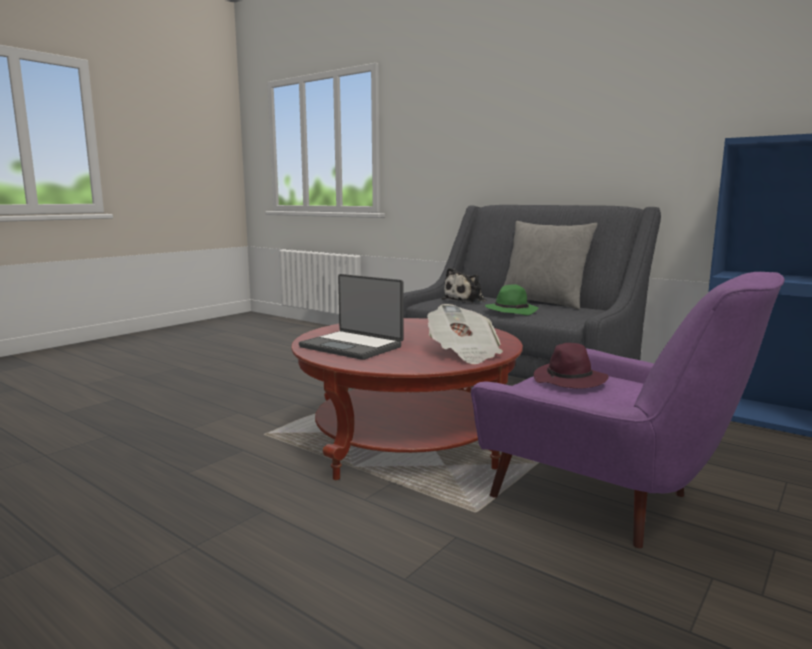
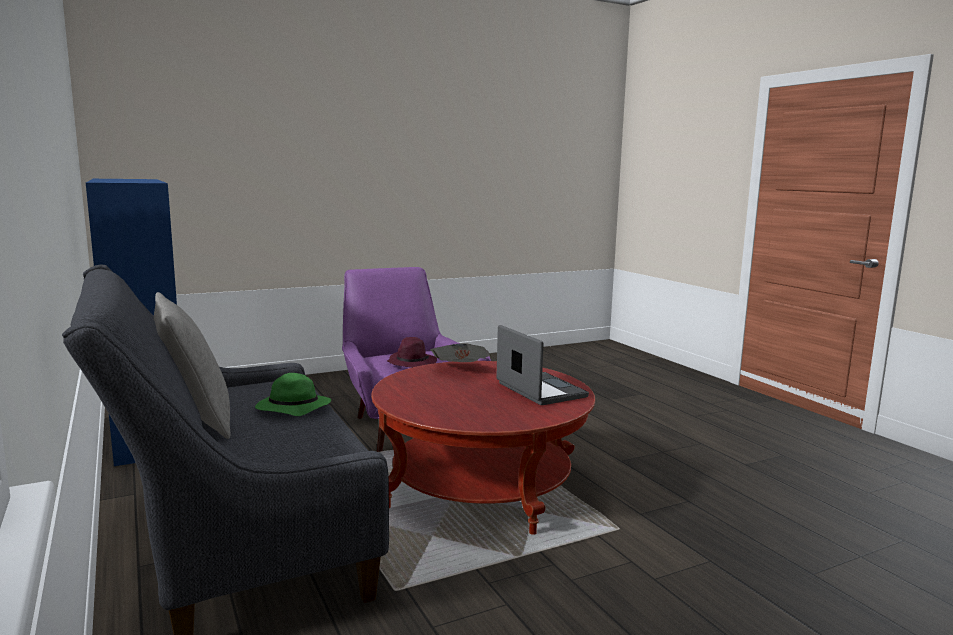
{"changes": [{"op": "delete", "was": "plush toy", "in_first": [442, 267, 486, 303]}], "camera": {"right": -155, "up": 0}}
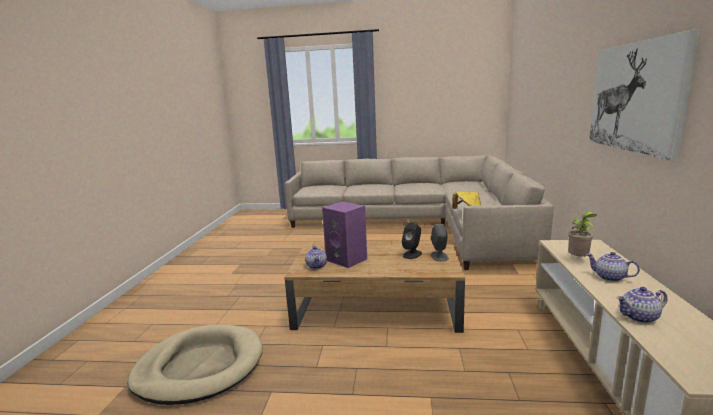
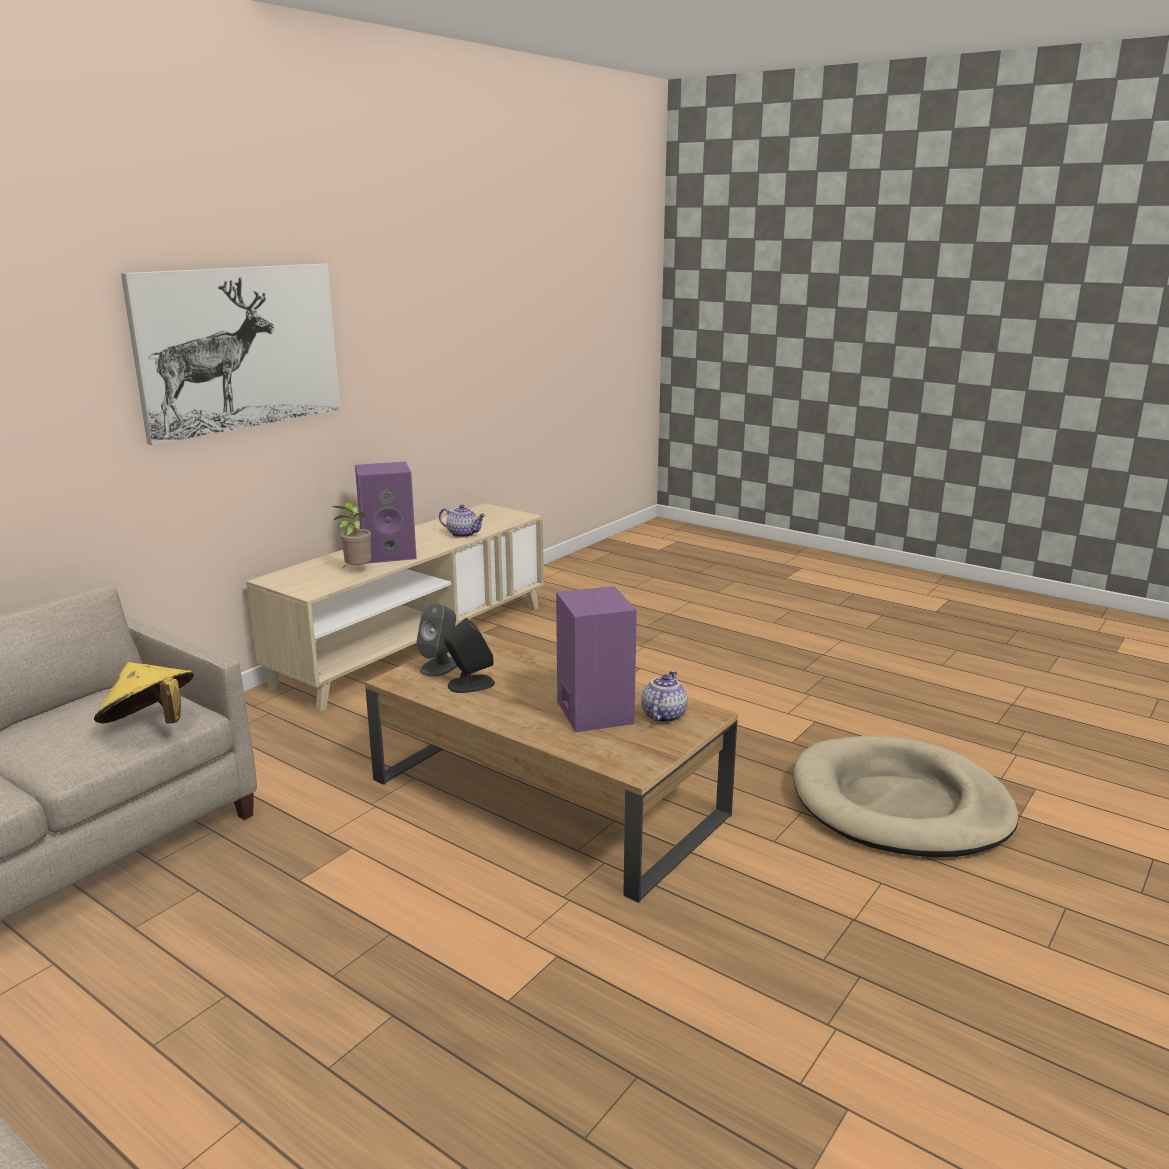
{"changes": [{"op": "replace", "was": "teapot", "now": "purplish loudspeaker", "in_first": [586, 252, 640, 282], "in_second": [355, 461, 417, 564]}], "camera": {"right": -150, "up": 5}}
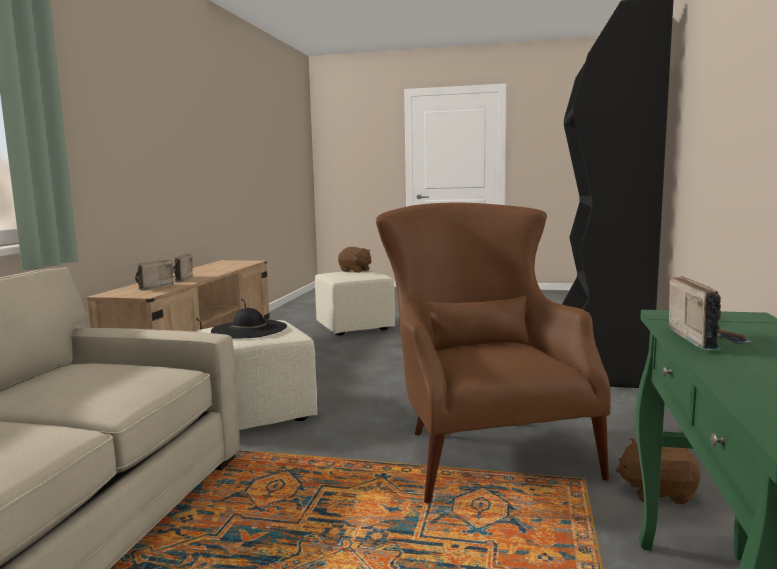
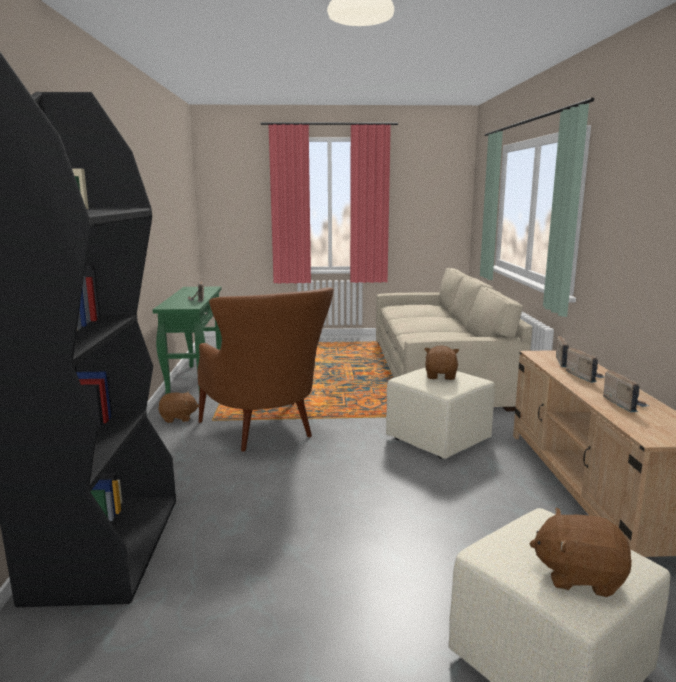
{"changes": [{"op": "replace", "was": "black hat", "now": "brown plush toy", "in_first": [211, 308, 287, 338], "in_second": [424, 345, 459, 380]}, {"op": "insert", "now": "radio set", "in_second": [603, 370, 650, 412]}], "camera": {"right": 165, "up": 5}}
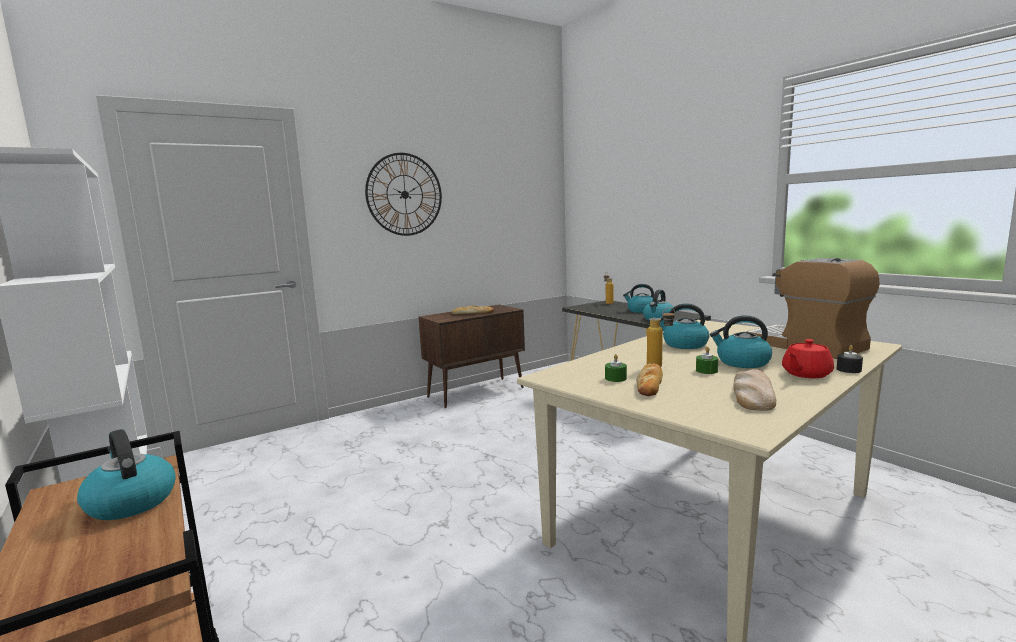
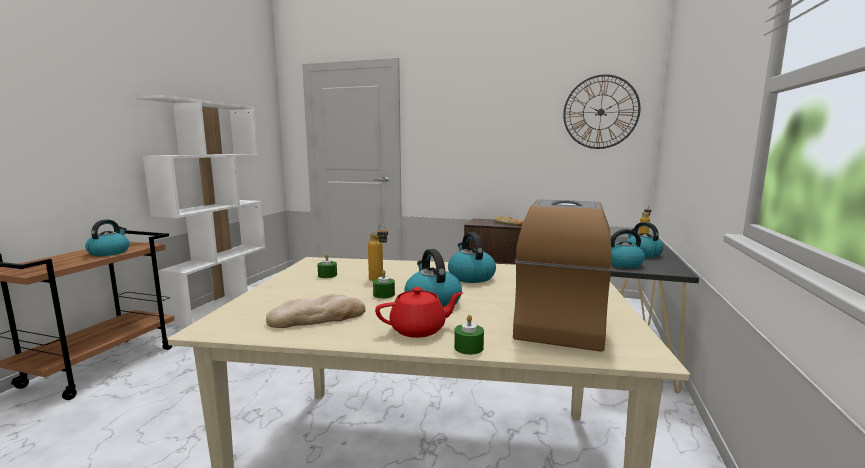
{"changes": [{"op": "move", "was": "hanging clock", "in_first": [365, 153, 442, 236], "in_second": [563, 74, 640, 149]}, {"op": "delete", "was": "baked bread", "in_first": [636, 363, 663, 396]}, {"op": "rotate", "was": "red-coloured teapot", "in_first": [782, 339, 834, 378], "in_second": [375, 287, 463, 338], "clockwise": 150}, {"op": "recolor", "was": "black candle", "now": "green-coloured candle", "in_first": [836, 345, 863, 373], "in_second": [454, 315, 484, 355]}], "camera": {"right": 50, "up": 0}}
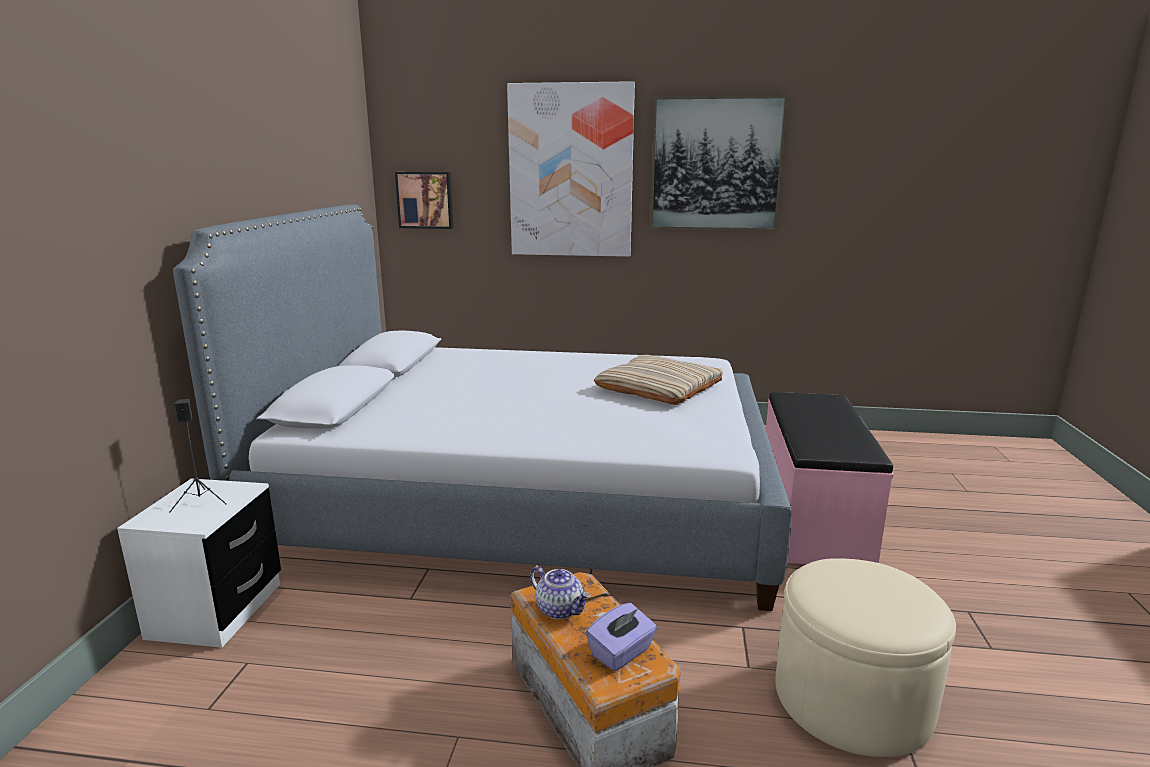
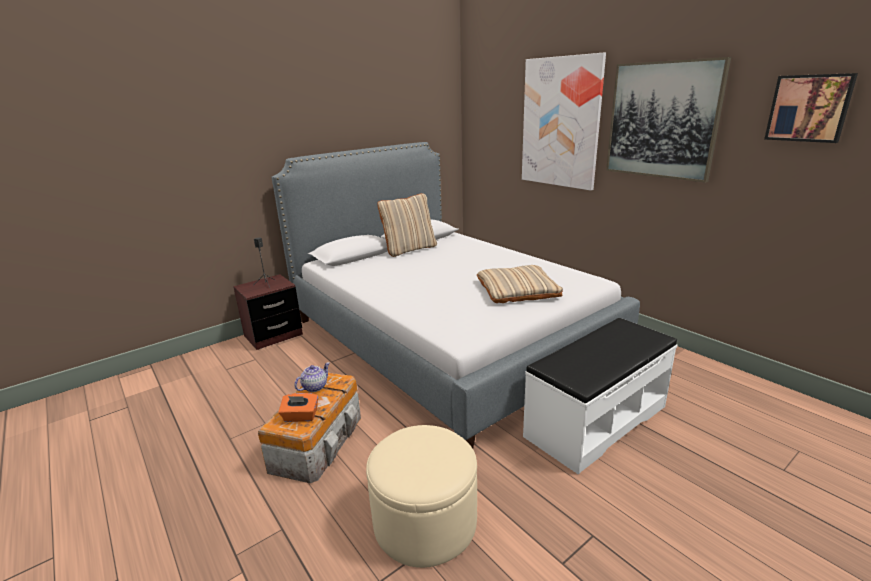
{"changes": [{"op": "recolor", "was": "whitish night table", "now": "brown night table", "in_first": [117, 478, 281, 648], "in_second": [233, 274, 303, 350]}, {"op": "move", "was": "picture", "in_first": [395, 172, 453, 229], "in_second": [764, 73, 858, 143]}, {"op": "rotate", "was": "teapot", "in_first": [530, 566, 590, 619], "in_second": [294, 362, 330, 392], "clockwise": -135}, {"op": "recolor", "was": "purplish tissue holder", "now": "orange tissue holder", "in_first": [586, 603, 657, 671], "in_second": [279, 393, 318, 422]}, {"op": "recolor", "was": "pinkish bench", "now": "whitish bench", "in_first": [766, 392, 894, 564], "in_second": [523, 318, 677, 474]}, {"op": "insert", "now": "sand-coloured pillow", "in_second": [377, 193, 437, 257]}], "camera": {"right": 45, "up": 5}}
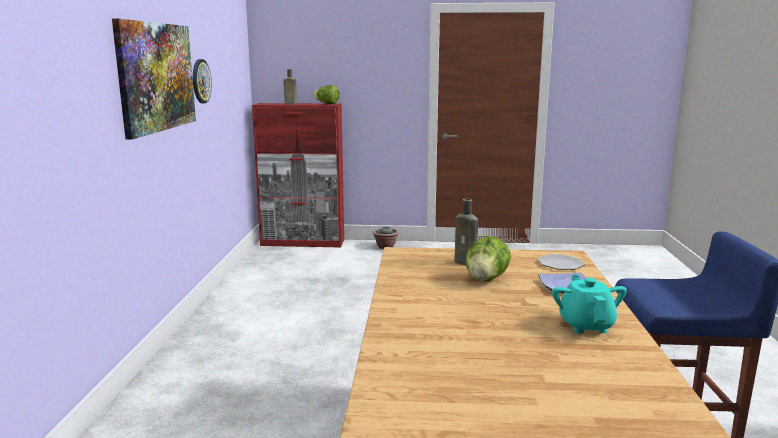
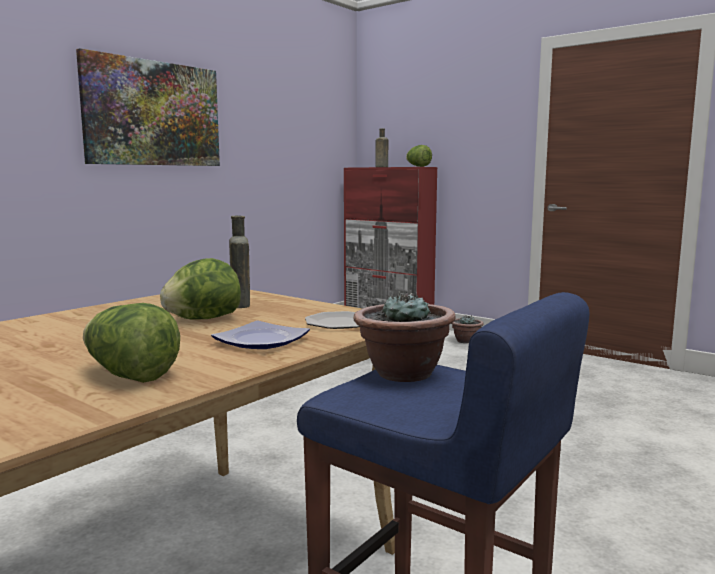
{"changes": [{"op": "delete", "was": "hanging clock", "in_first": [193, 59, 212, 103]}, {"op": "replace", "was": "turquoise teapot", "now": "lettuce", "in_first": [552, 274, 627, 334], "in_second": [83, 303, 180, 383]}, {"op": "insert", "now": "potted plant", "in_second": [353, 291, 456, 382]}], "camera": {"right": 35, "up": -5}}
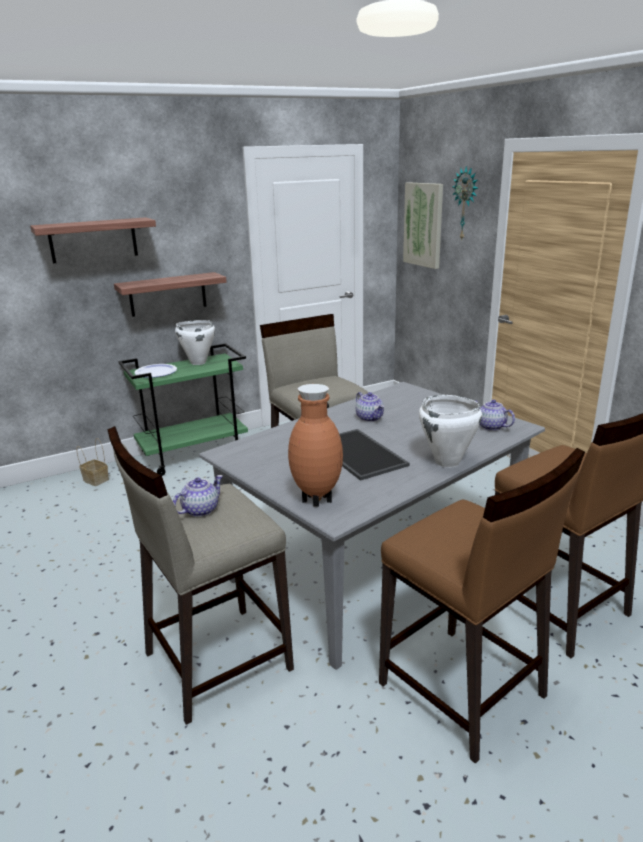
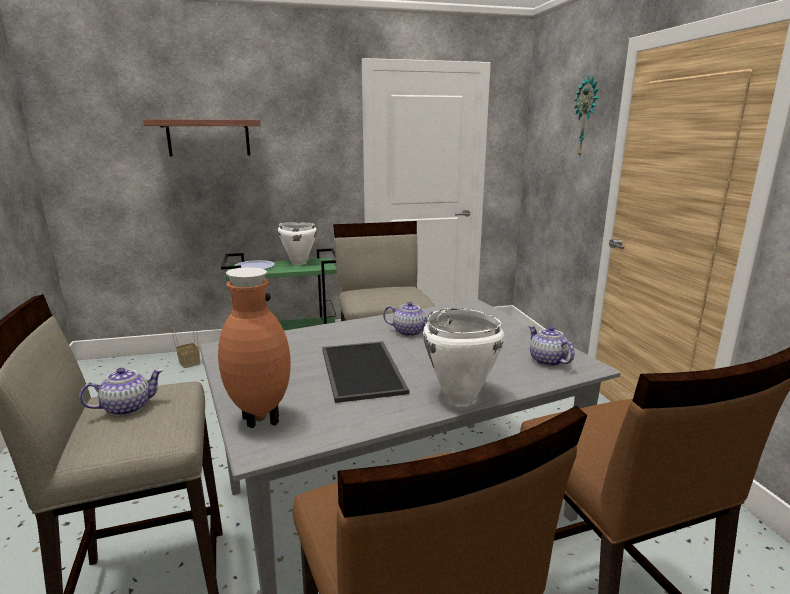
{"changes": [{"op": "delete", "was": "bracket shelf", "in_first": [114, 272, 227, 317]}, {"op": "rotate", "was": "teapot", "in_first": [356, 392, 384, 422], "in_second": [383, 302, 435, 336], "clockwise": -60}, {"op": "delete", "was": "picture", "in_first": [403, 182, 443, 269]}], "camera": {"right": 15, "up": -5}}
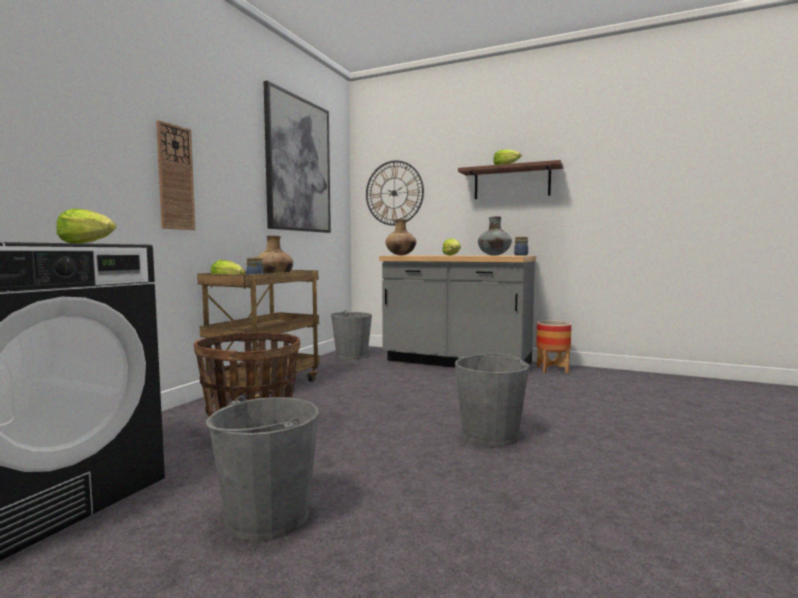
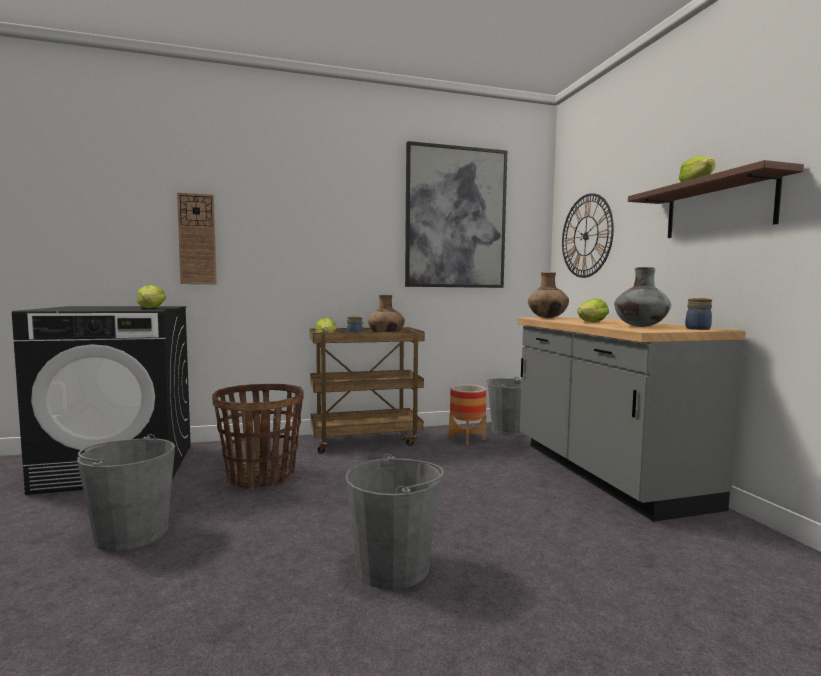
{"changes": [{"op": "move", "was": "hanging clock", "in_first": [156, 120, 195, 230], "in_second": [177, 193, 217, 284]}, {"op": "move", "was": "plant pot", "in_first": [536, 320, 572, 373], "in_second": [449, 385, 486, 445]}], "camera": {"right": 50, "up": 0}}
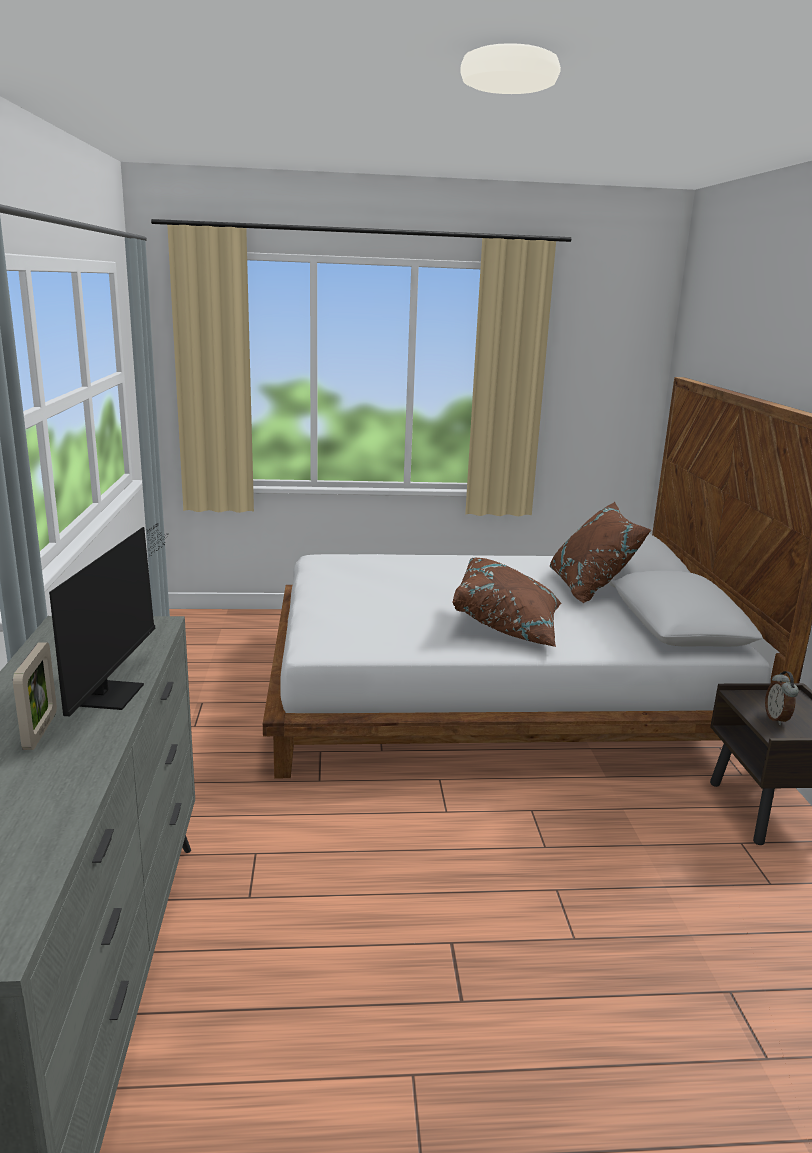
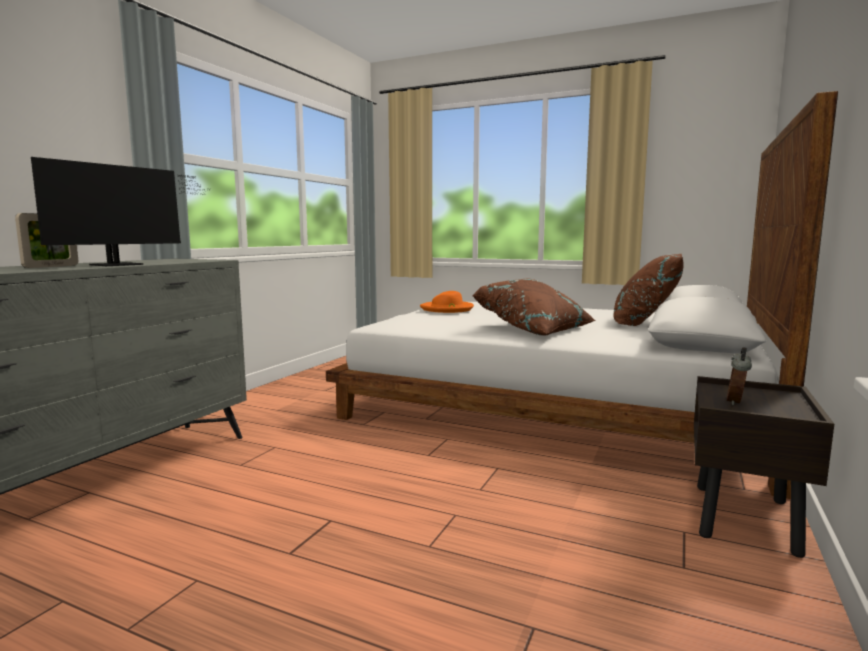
{"changes": [{"op": "insert", "now": "orange hat", "in_second": [420, 291, 474, 313]}], "camera": {"right": 30, "up": -10}}
